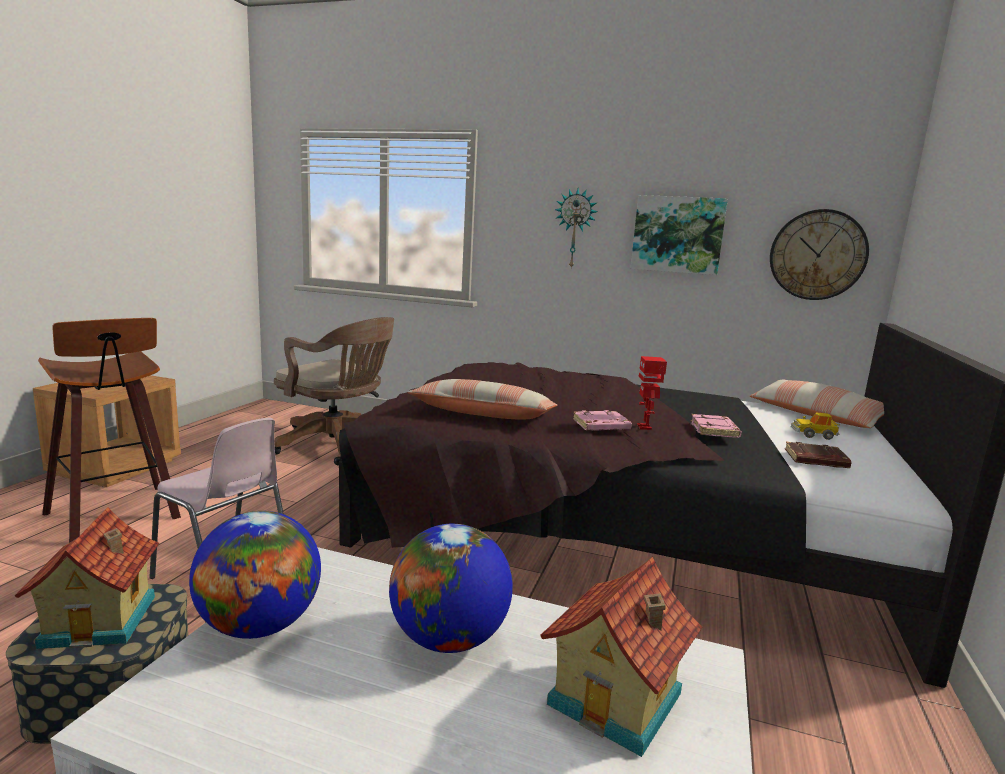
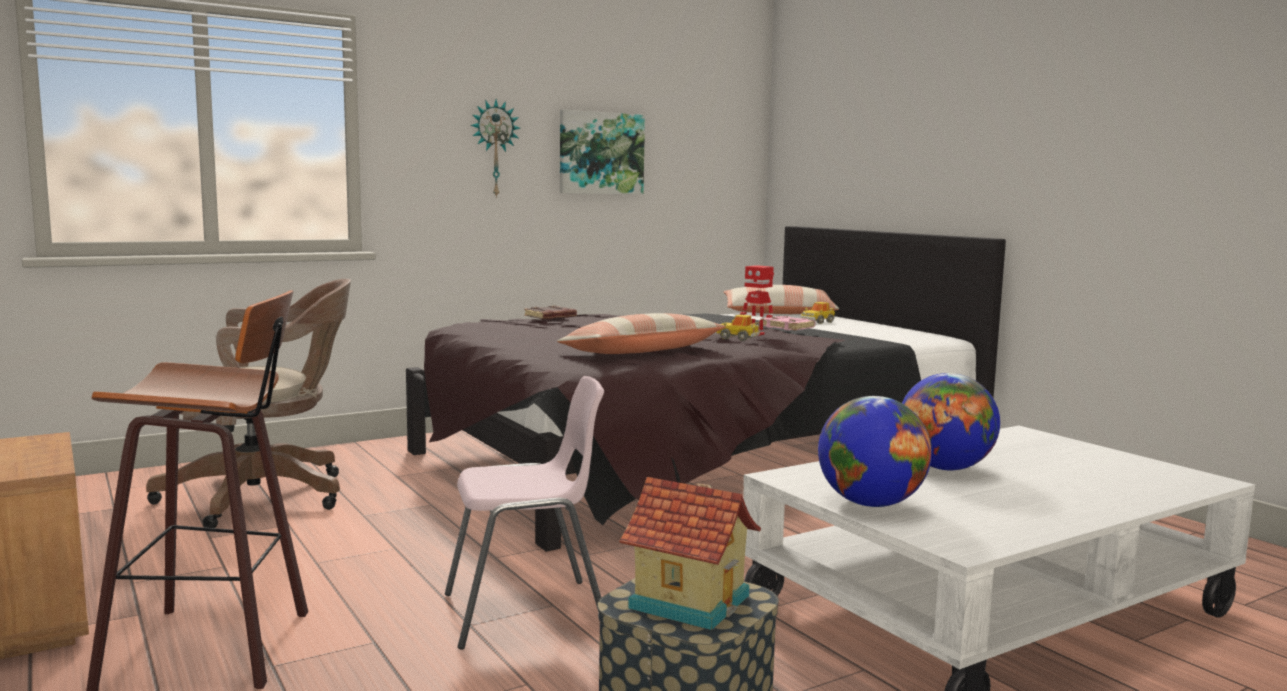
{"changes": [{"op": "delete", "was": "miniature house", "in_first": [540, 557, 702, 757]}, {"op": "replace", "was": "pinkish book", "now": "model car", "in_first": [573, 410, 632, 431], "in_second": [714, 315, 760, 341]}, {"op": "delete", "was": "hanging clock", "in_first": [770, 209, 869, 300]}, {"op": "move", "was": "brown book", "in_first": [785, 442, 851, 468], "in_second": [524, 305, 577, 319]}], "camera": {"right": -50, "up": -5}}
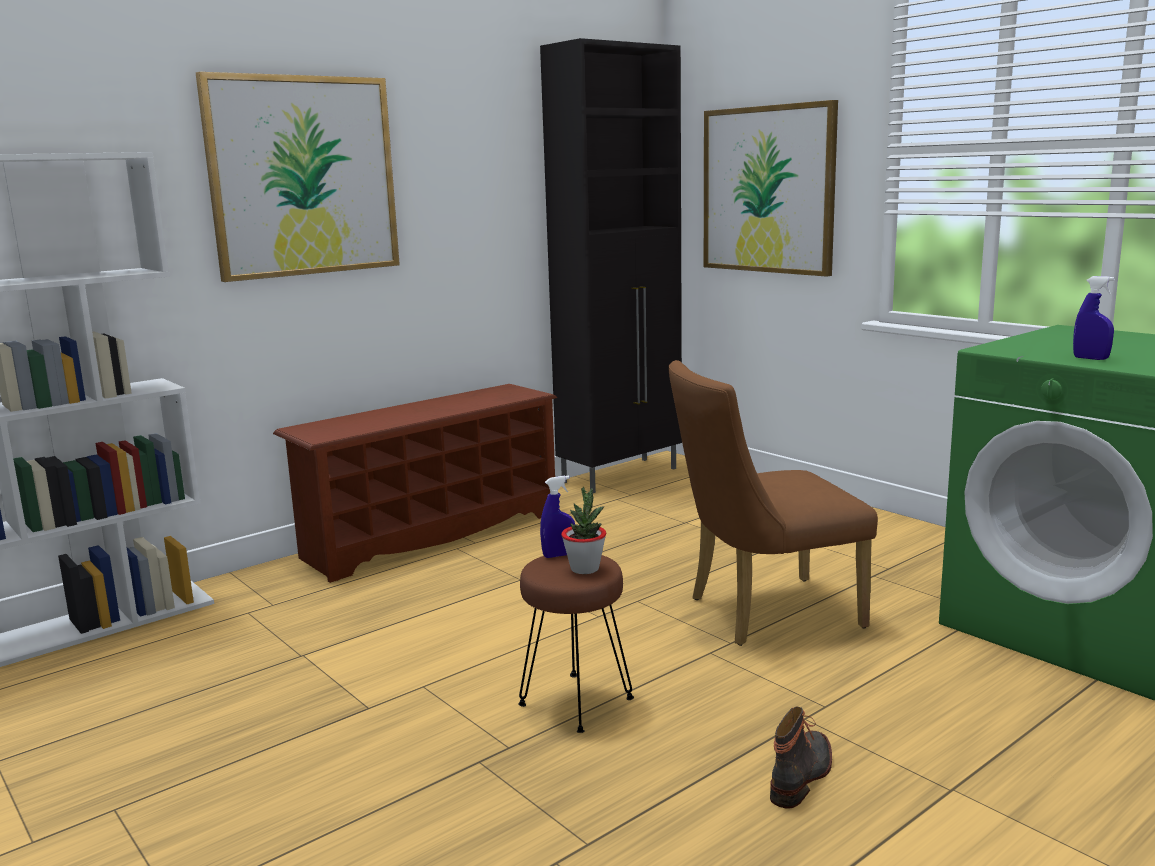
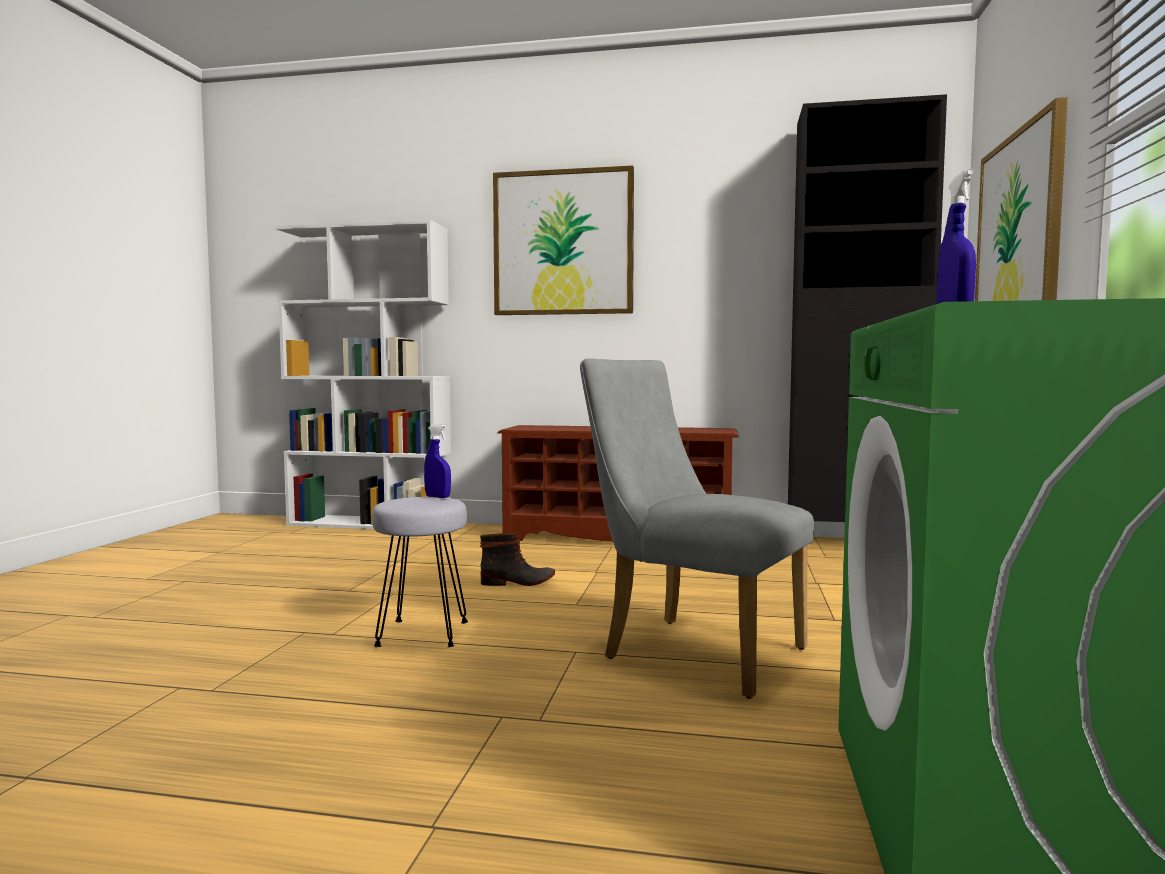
{"changes": [{"op": "recolor", "was": "brown sitting stool", "now": "grey sitting stool", "in_first": [518, 555, 634, 733], "in_second": [372, 497, 468, 647]}, {"op": "delete", "was": "potted plant", "in_first": [561, 487, 606, 574]}, {"op": "recolor", "was": "brown upright chair", "now": "grey upright chair", "in_first": [669, 360, 878, 646], "in_second": [580, 358, 814, 699]}, {"op": "move", "was": "boot", "in_first": [770, 707, 832, 809], "in_second": [480, 533, 555, 586]}], "camera": {"right": 50, "up": -10}}
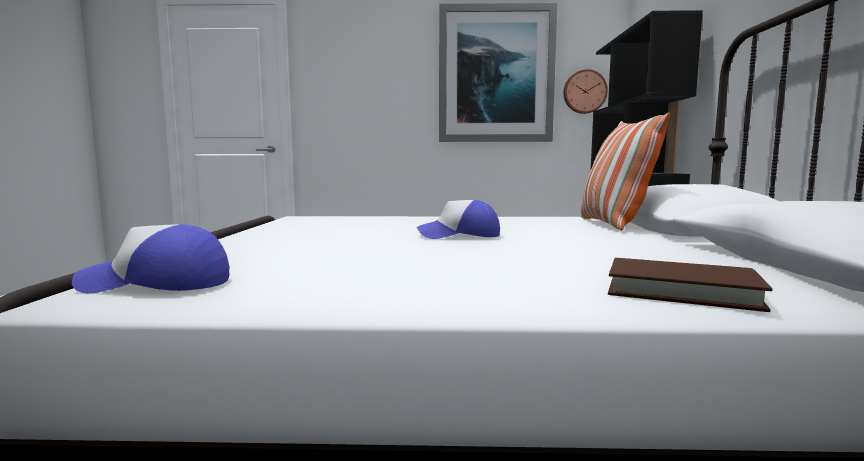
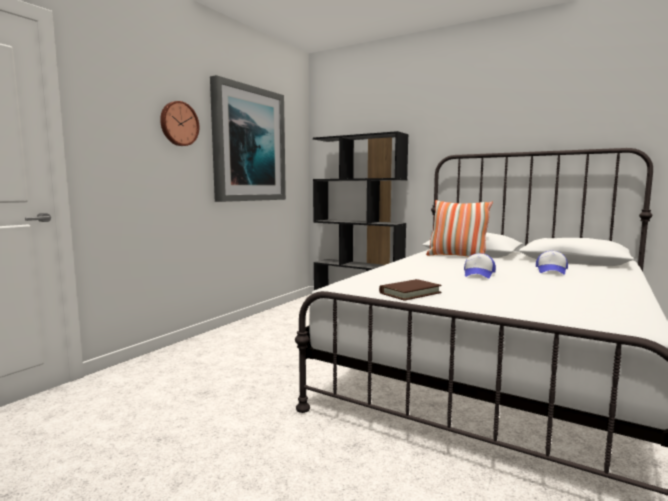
{"changes": [{"op": "move", "was": "baseball cap", "in_first": [72, 224, 229, 293], "in_second": [536, 251, 568, 275]}, {"op": "move", "was": "hanging clock", "in_first": [563, 69, 608, 114], "in_second": [160, 101, 199, 146]}, {"op": "move", "was": "brown book", "in_first": [608, 258, 773, 312], "in_second": [379, 279, 442, 301]}], "camera": {"right": -60, "up": 0}}
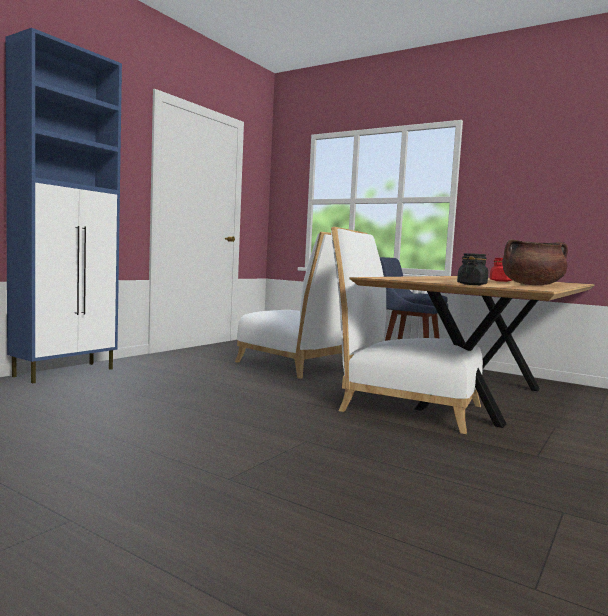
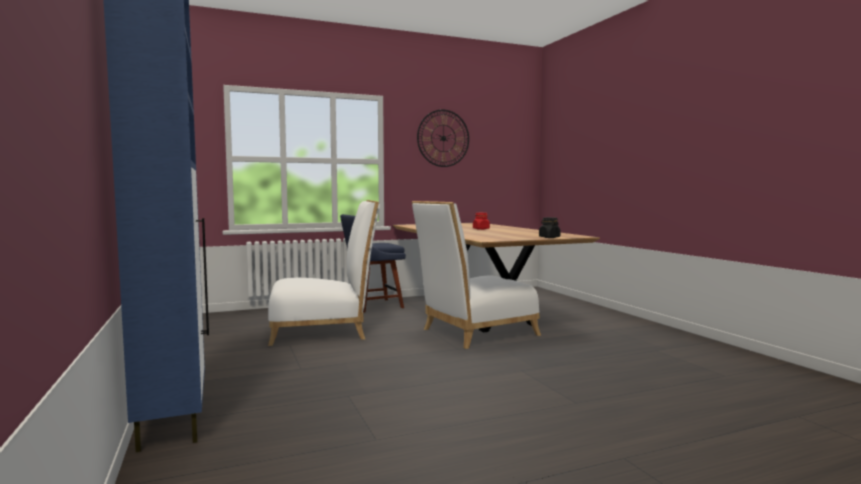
{"changes": [{"op": "delete", "was": "brown saucepot", "in_first": [502, 239, 568, 285]}, {"op": "insert", "now": "hanging clock", "in_second": [417, 110, 469, 167]}], "camera": {"right": -55, "up": 0}}
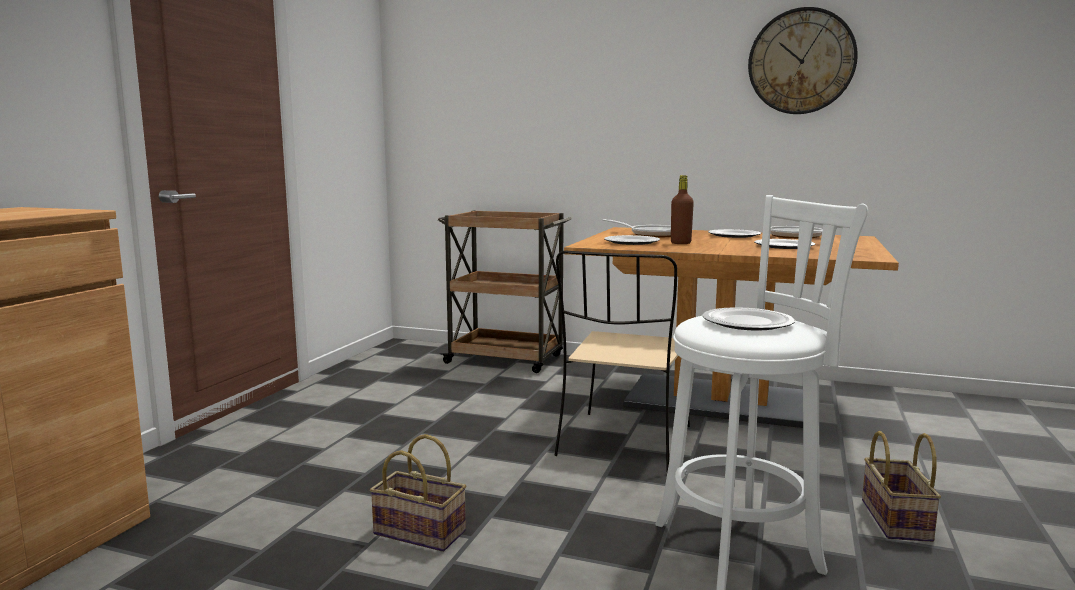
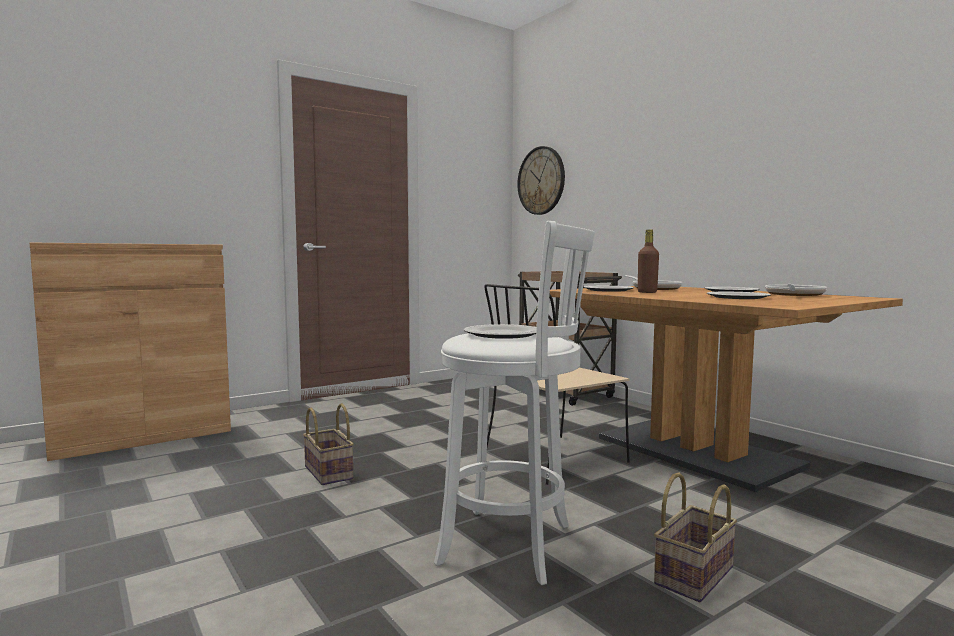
{"changes": [{"op": "move", "was": "hanging clock", "in_first": [748, 7, 858, 114], "in_second": [517, 146, 565, 215]}], "camera": {"right": 35, "up": -5}}
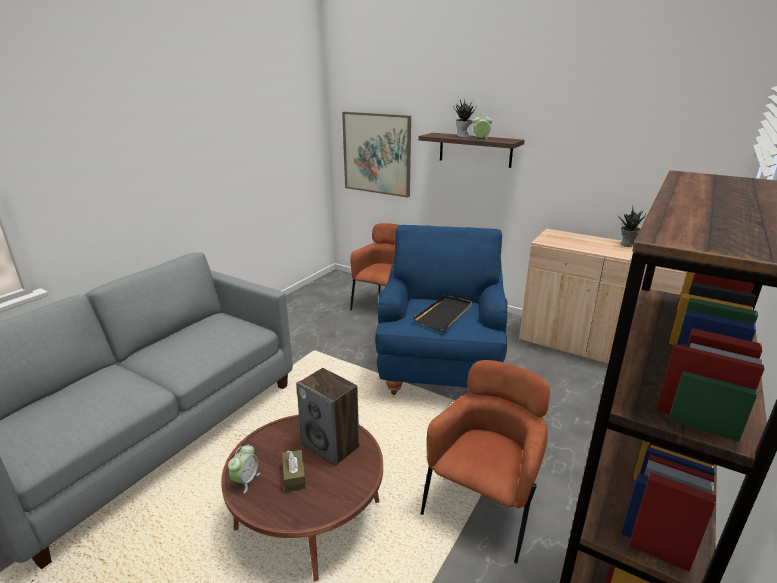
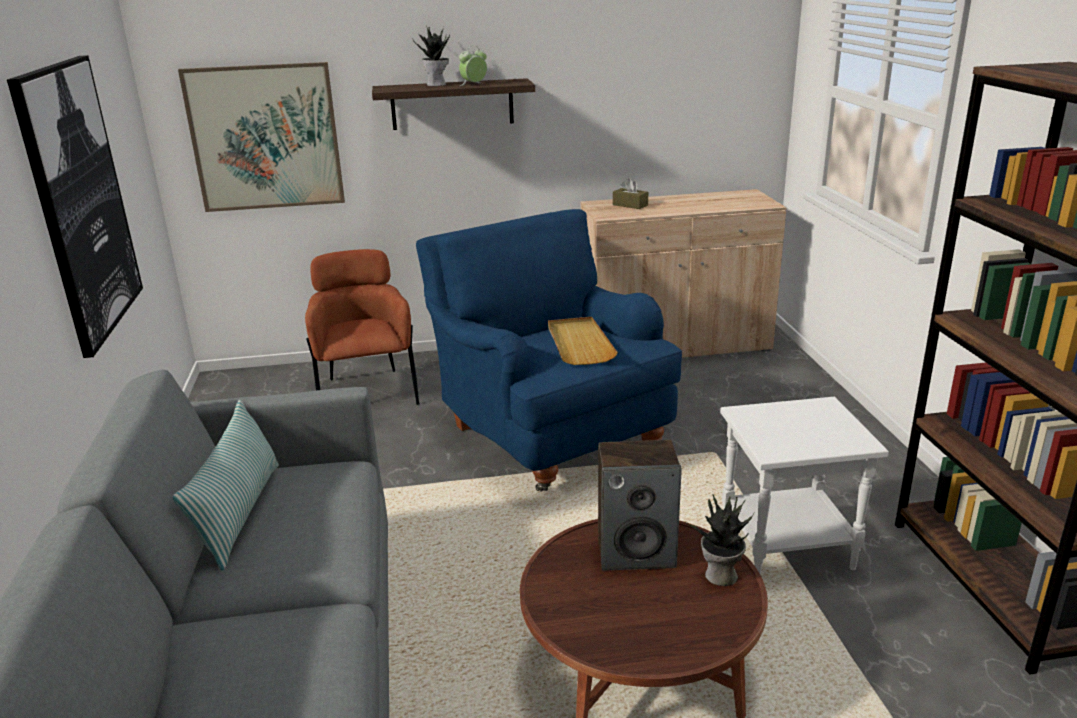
{"changes": [{"op": "delete", "was": "table clock", "in_first": [228, 445, 260, 493]}, {"op": "move", "was": "brown tissue holder", "in_first": [282, 450, 306, 492], "in_second": [613, 179, 648, 209]}, {"op": "recolor", "was": "black serving tray", "now": "sand-coloured serving tray", "in_first": [413, 295, 472, 330], "in_second": [548, 317, 618, 365]}, {"op": "replace", "was": "brown armchair", "now": "whitish side table", "in_first": [420, 360, 550, 563], "in_second": [720, 397, 889, 575]}, {"op": "move", "was": "potted plant", "in_first": [617, 206, 646, 247], "in_second": [686, 495, 753, 586]}, {"op": "insert", "now": "picture", "in_second": [7, 55, 143, 358]}, {"op": "insert", "now": "pillow", "in_second": [173, 400, 279, 571]}], "camera": {"right": -40, "up": 0}}
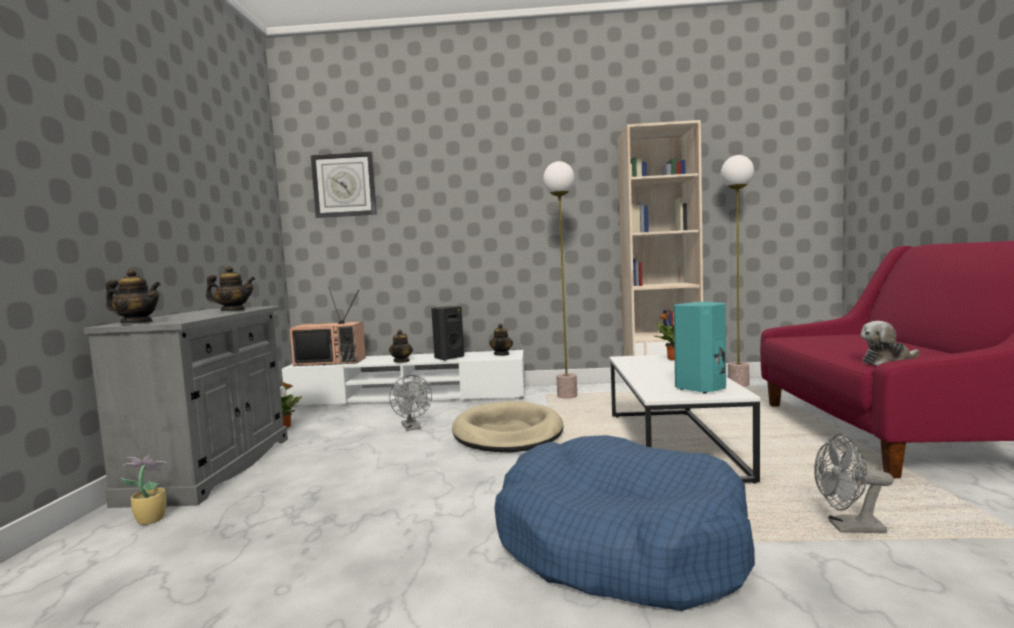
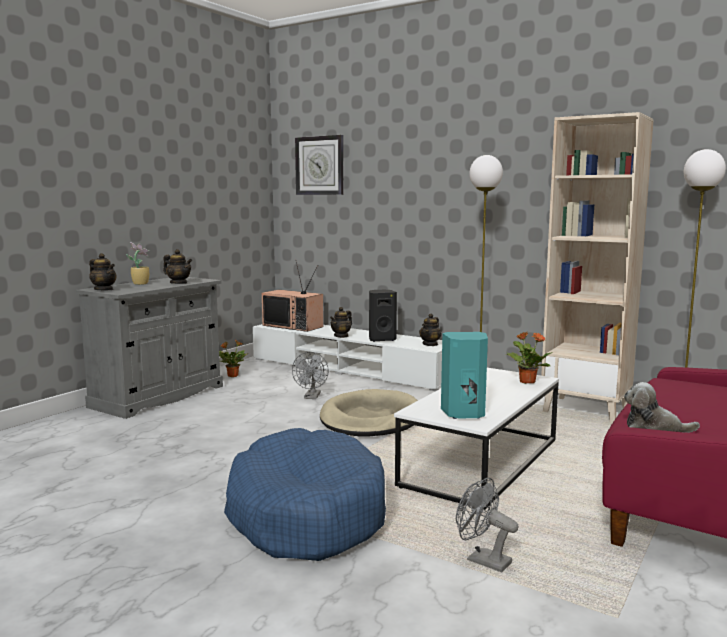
{"changes": [{"op": "move", "was": "potted plant", "in_first": [121, 456, 167, 525], "in_second": [126, 243, 149, 285]}], "camera": {"right": 30, "up": 5}}
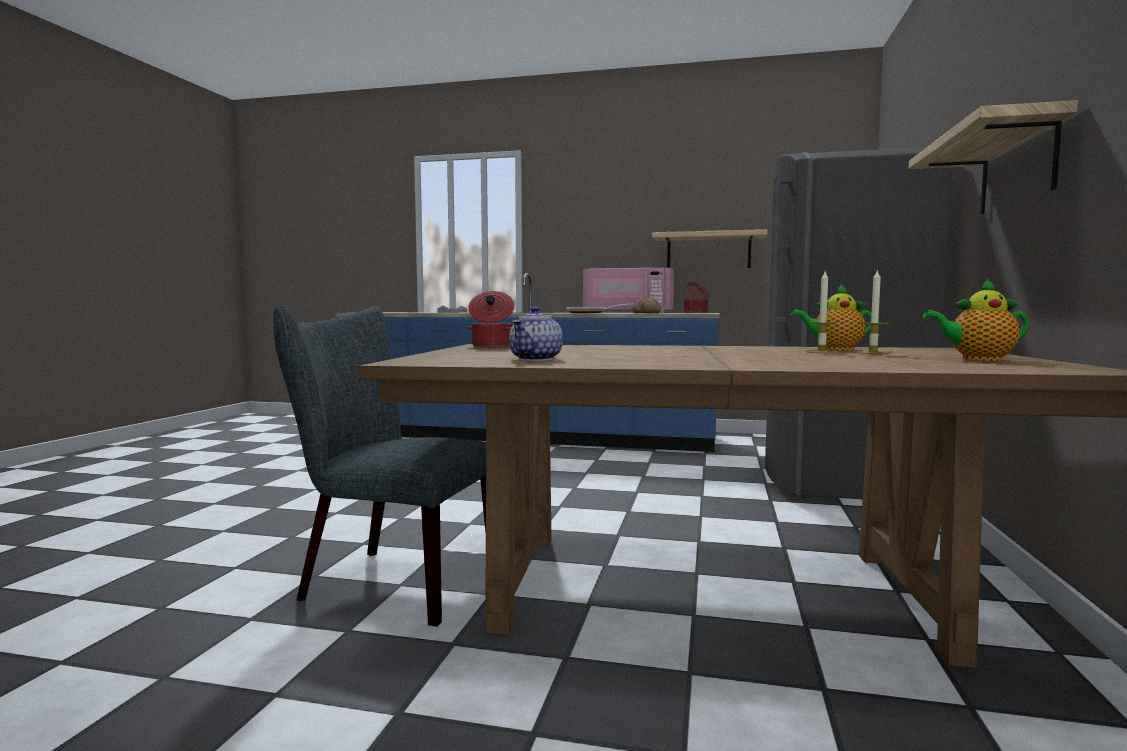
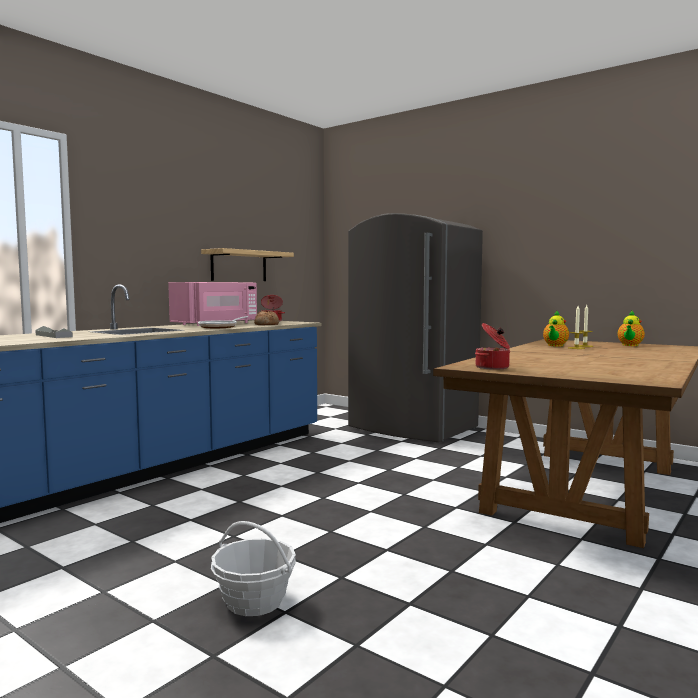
{"changes": [{"op": "delete", "was": "grey upright chair", "in_first": [273, 305, 486, 627]}, {"op": "delete", "was": "teapot", "in_first": [509, 306, 563, 361]}, {"op": "delete", "was": "bracket shelf", "in_first": [909, 100, 1078, 215]}, {"op": "insert", "now": "basket", "in_second": [211, 521, 296, 616]}], "camera": {"right": -65, "up": 0}}
